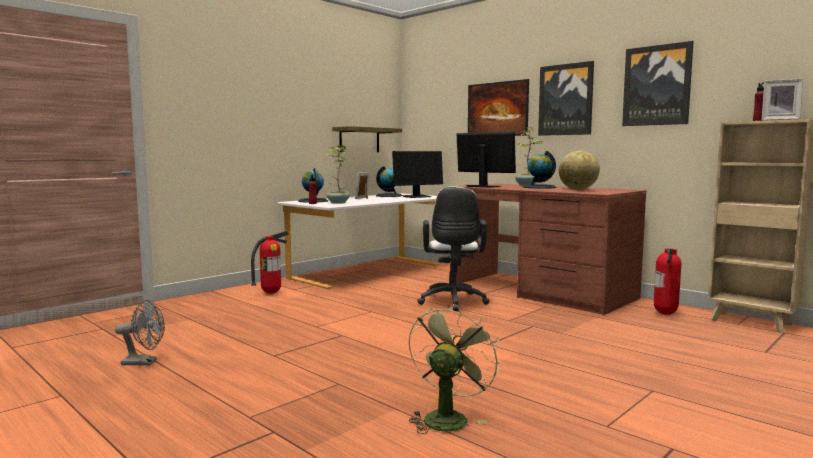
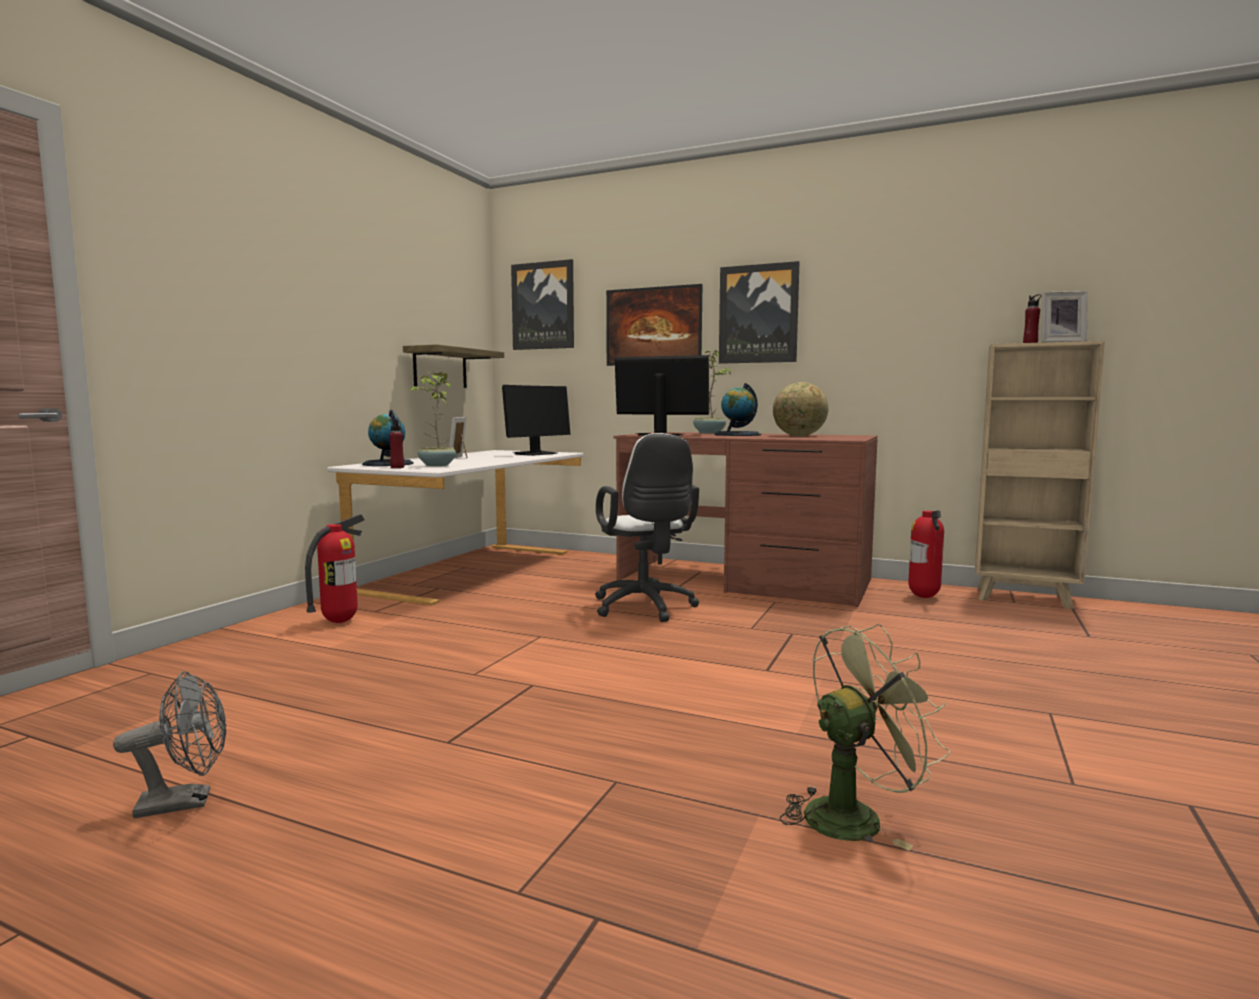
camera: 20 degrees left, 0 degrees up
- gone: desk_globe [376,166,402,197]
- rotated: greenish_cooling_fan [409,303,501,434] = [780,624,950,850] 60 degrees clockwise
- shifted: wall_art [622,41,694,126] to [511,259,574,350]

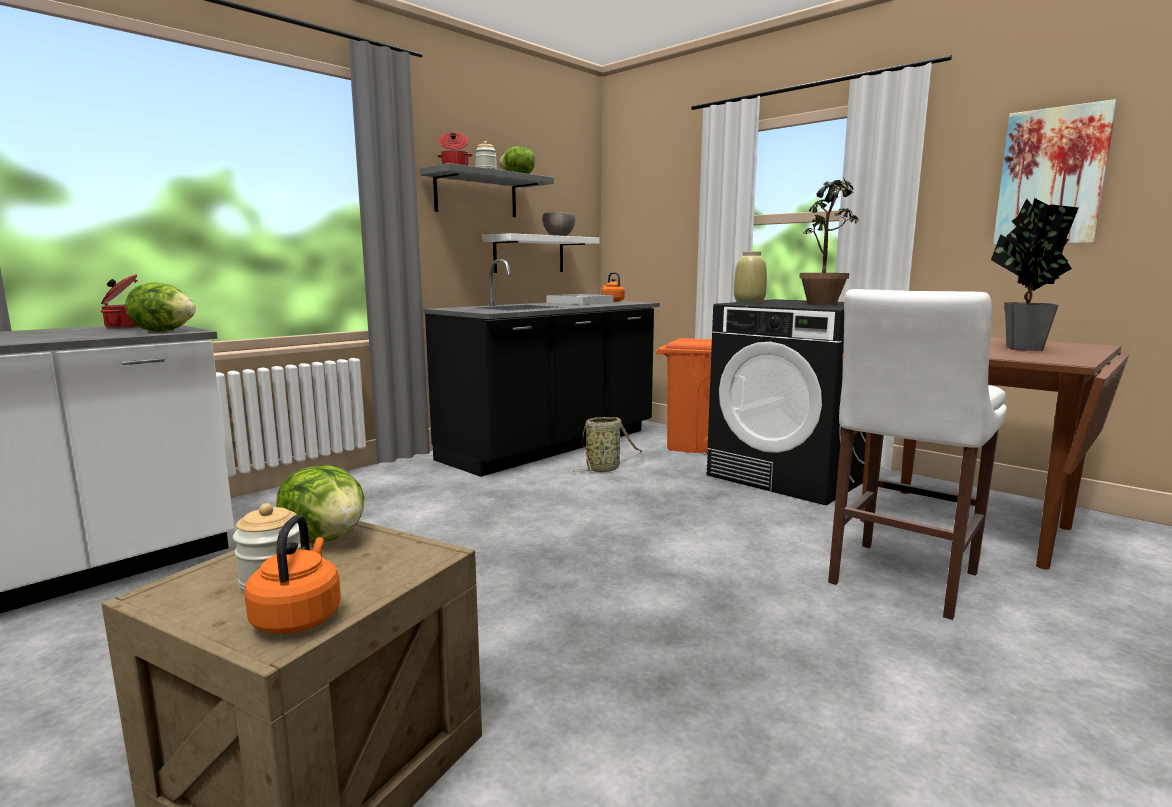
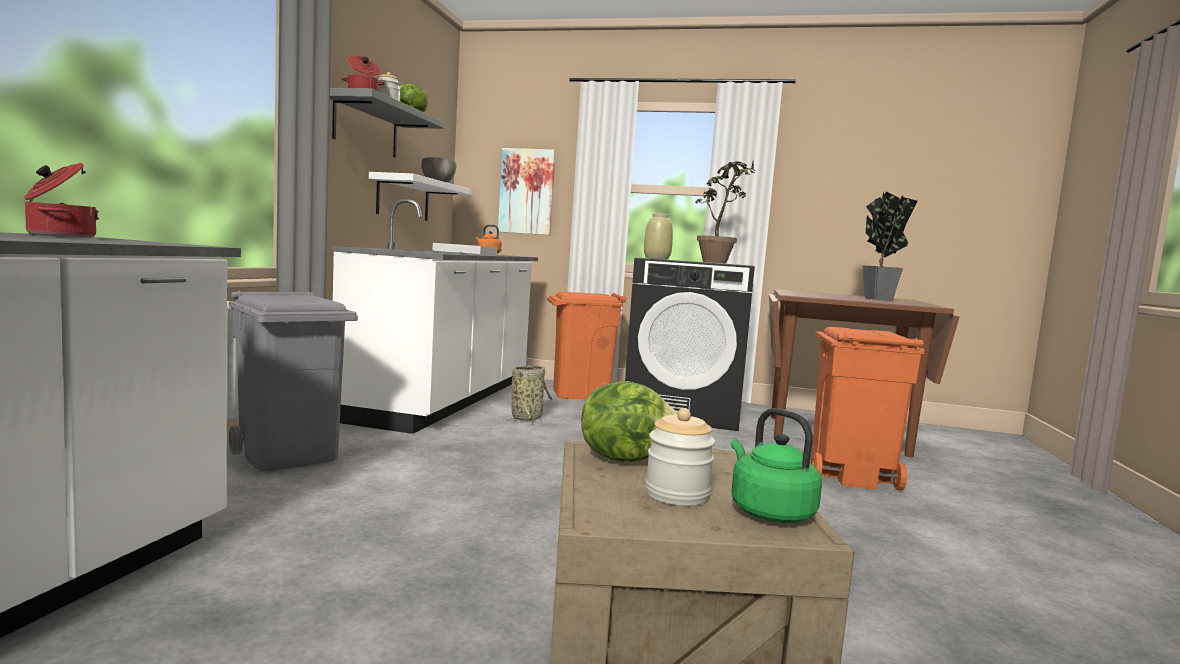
camera: 30 degrees left, 5 degrees down
- gone: lettuce [125,282,196,332]
- repainted: orange_kettle [244,515,341,634] to greenish_kettle [731,408,822,523]
- repainted: black_kitchen_counter [423,259,660,477] to white-coloured_kitchen_counter [333,199,538,434]
- swapped: white-coloured_stool_seat [828,289,1007,620] to orange_trash_can [811,327,925,490]
- shifted: wall_art [993,99,1117,245] to [498,148,556,235]
- new: gray_trash_can [229,291,358,471]

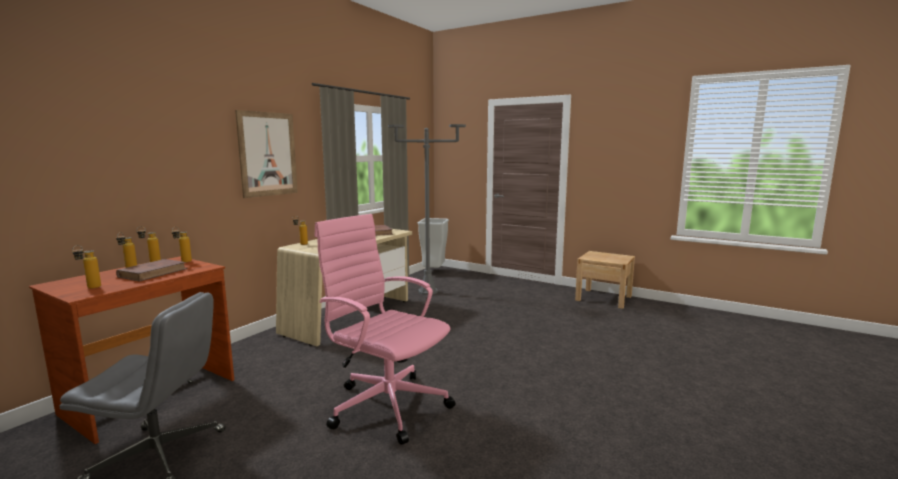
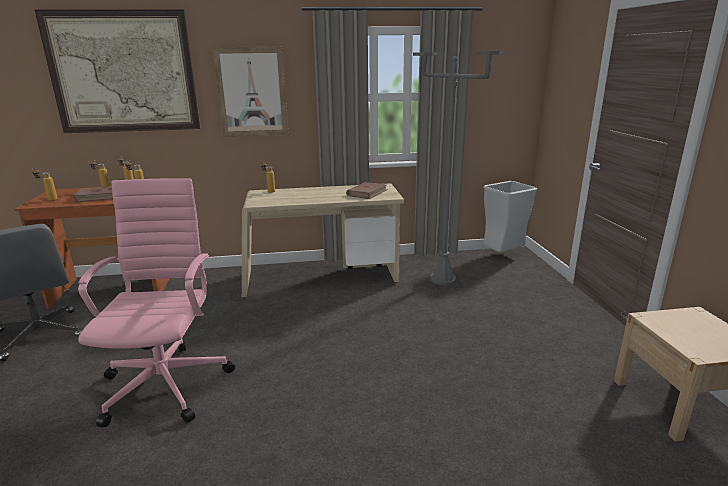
camera: 50 degrees right, 10 degrees up
- new: wall_art [35,10,201,133]

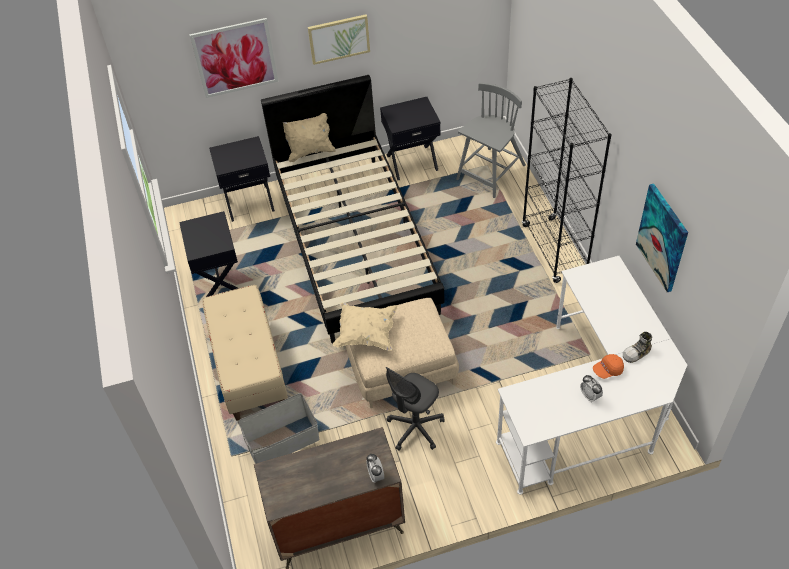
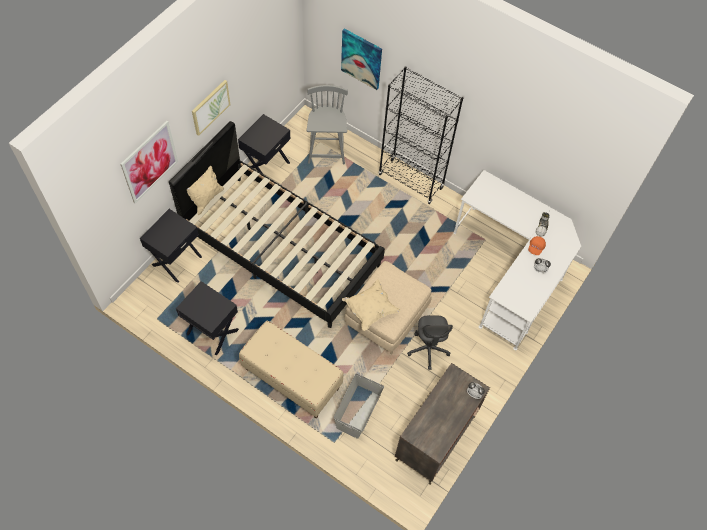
camera: 45 degrees left, 10 degrees up
- shifted: wall_art [636,184,688,292] to [341,28,382,90]

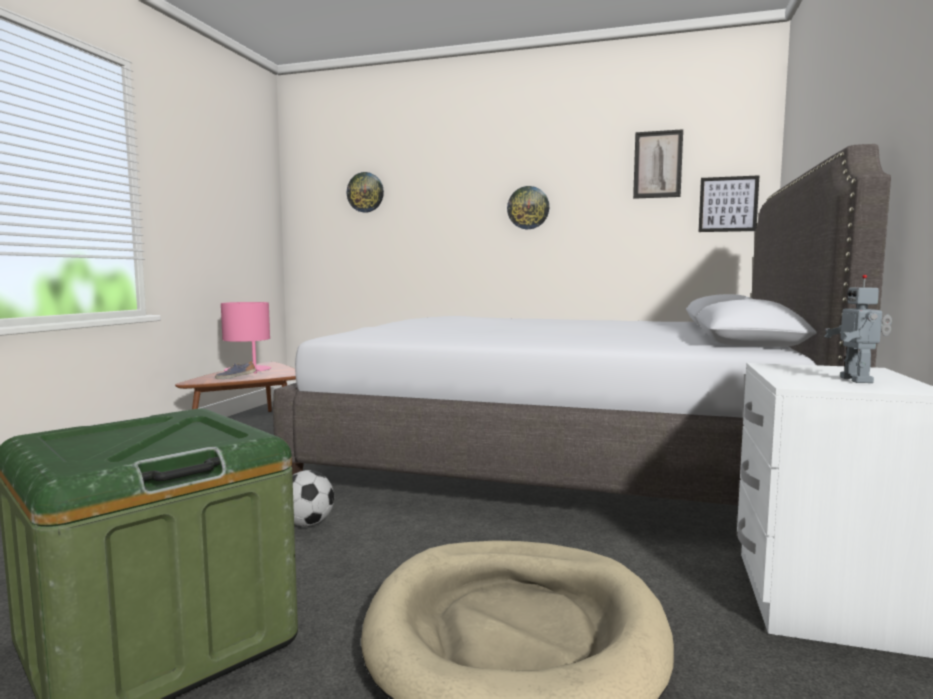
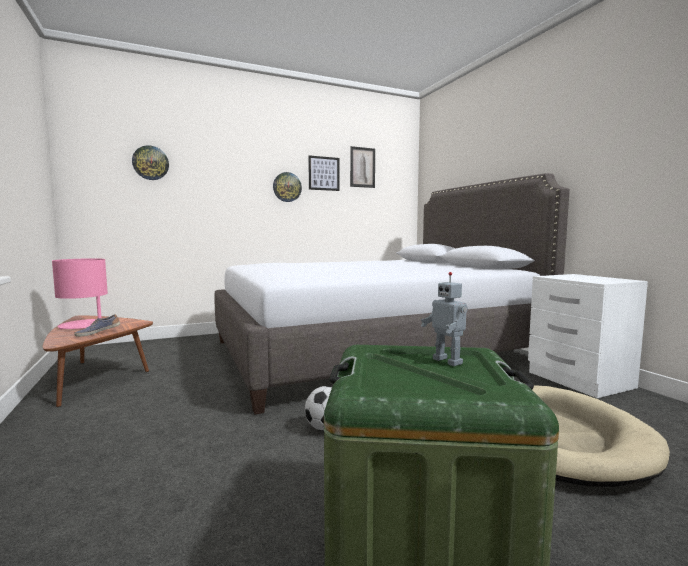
camera: 40 degrees left, 0 degrees up
- shifted: wall_art [699,175,760,232] to [308,155,340,191]
- shifted: model_robot [824,275,892,383] to [421,272,468,366]

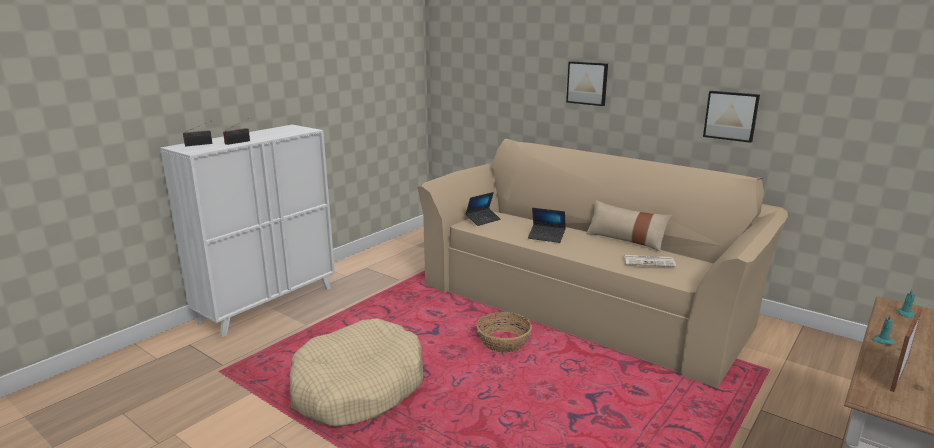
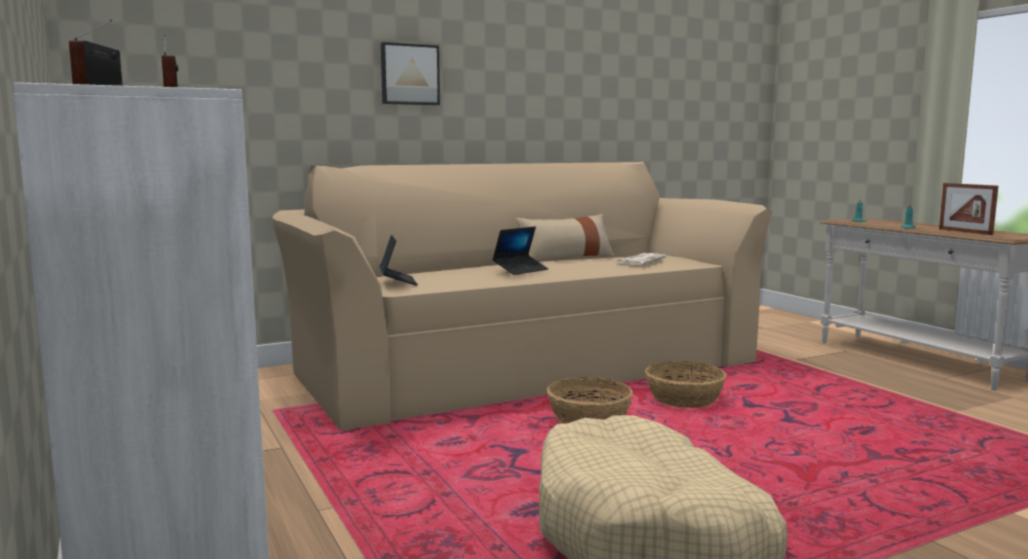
camera: 65 degrees left, 10 degrees down
- gone: wall_art [703,91,760,143]
- new: storage_basket [645,361,726,408]

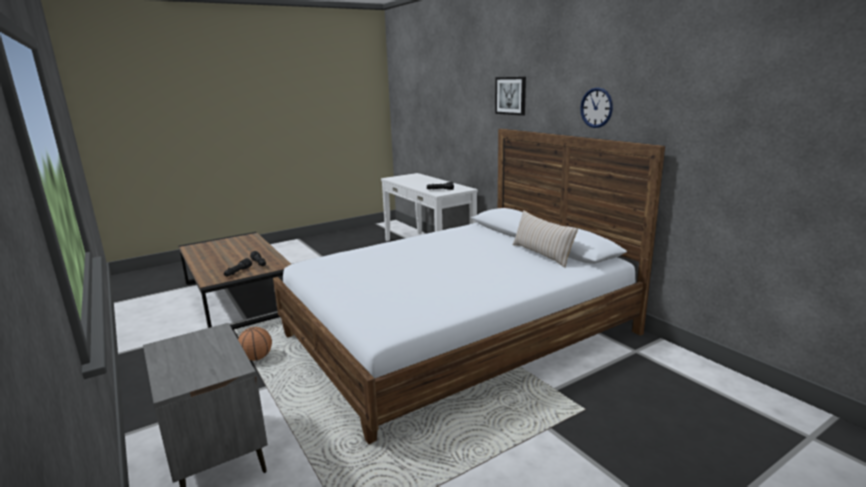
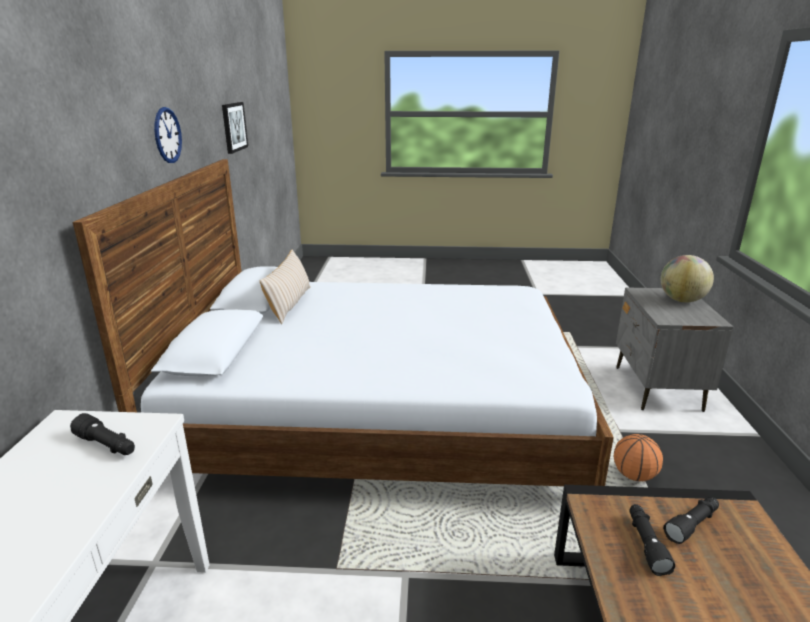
camera: 145 degrees left, 5 degrees up
- shifted: wall_art [495,77,526,116] to [222,102,248,154]
- new: desk_globe [661,255,714,302]

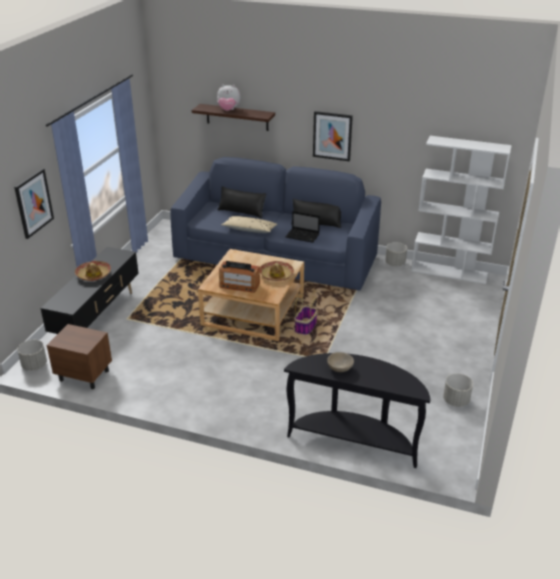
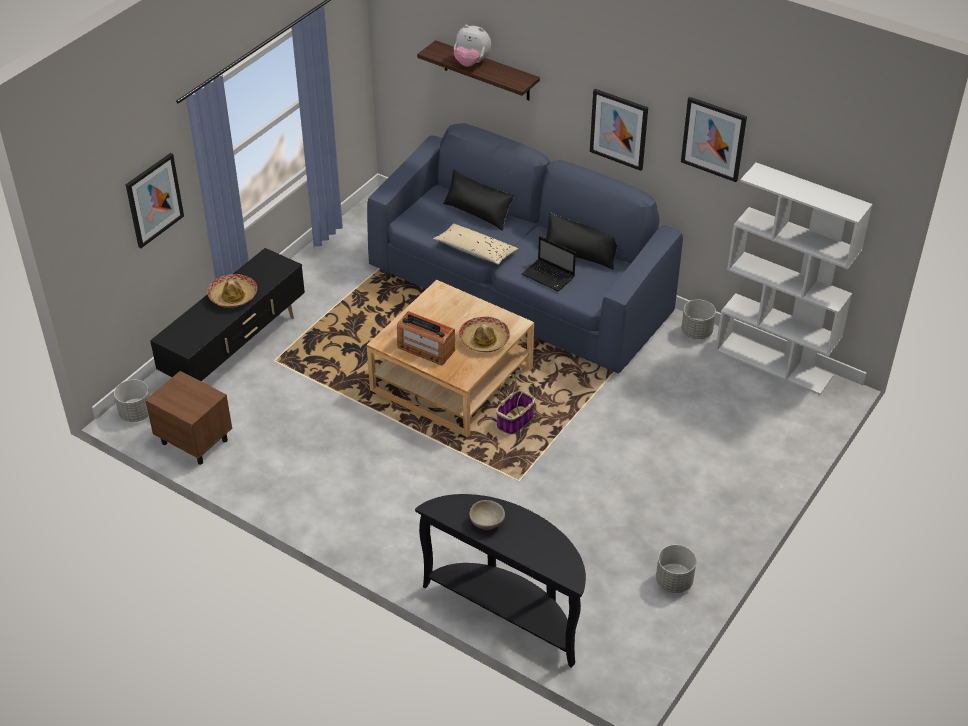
camera: 15 degrees right, 10 degrees up
- new: wall_art [681,97,747,182]

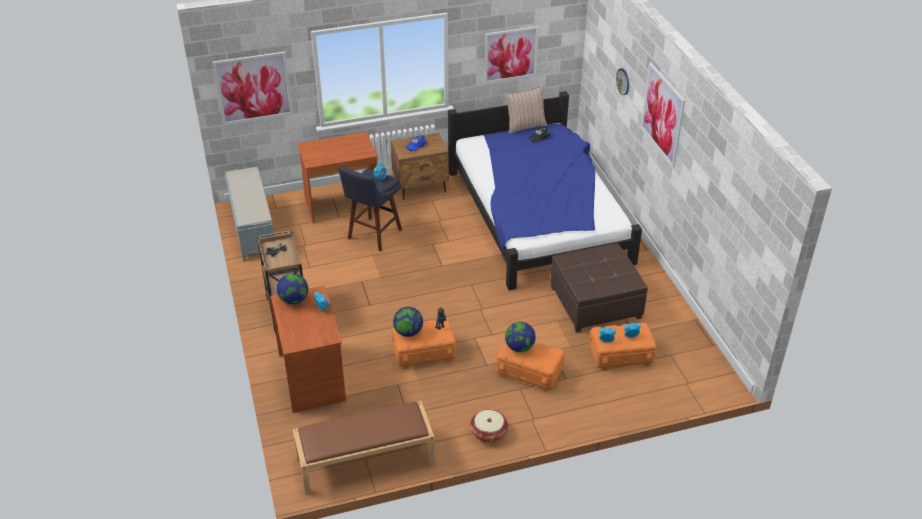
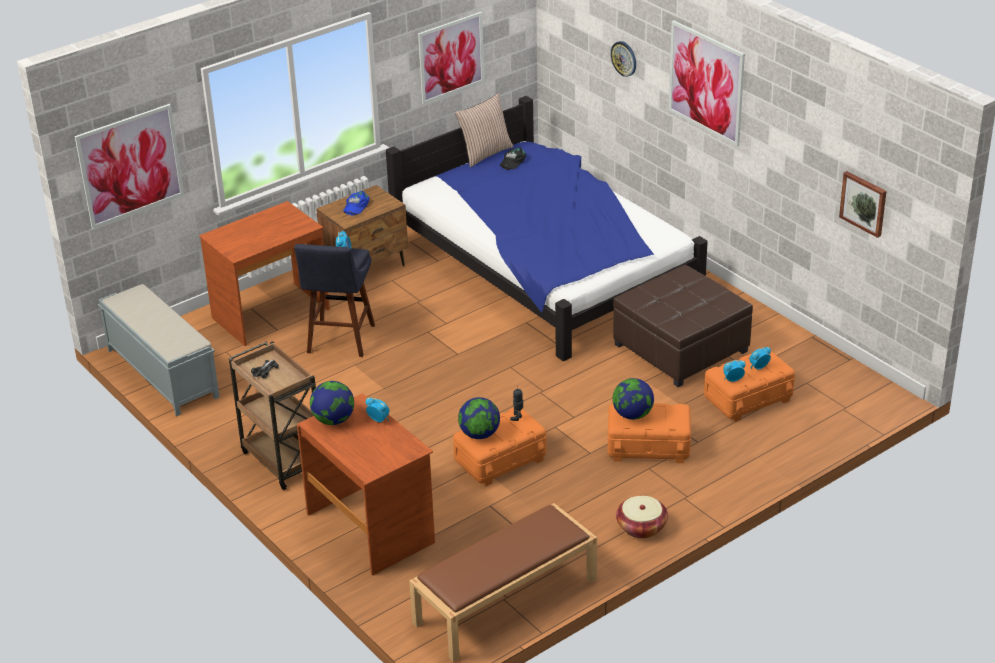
camera: 20 degrees left, 5 degrees down
- new: wall_art [839,171,886,238]

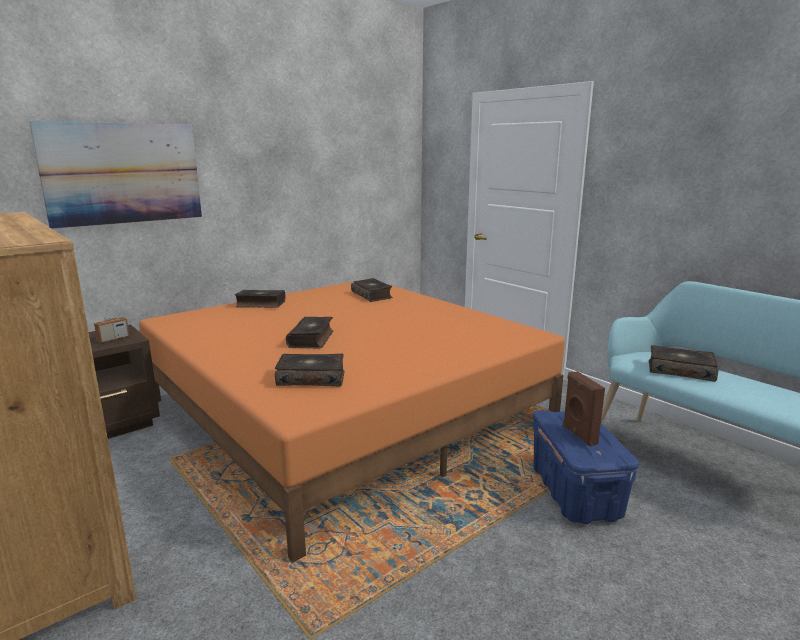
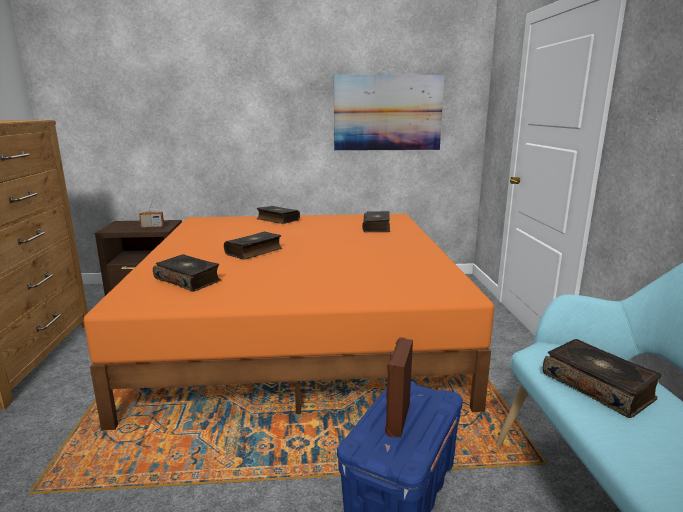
camera: 35 degrees right, 0 degrees up
- shifted: wall_art [29,121,202,229] to [334,74,444,151]

